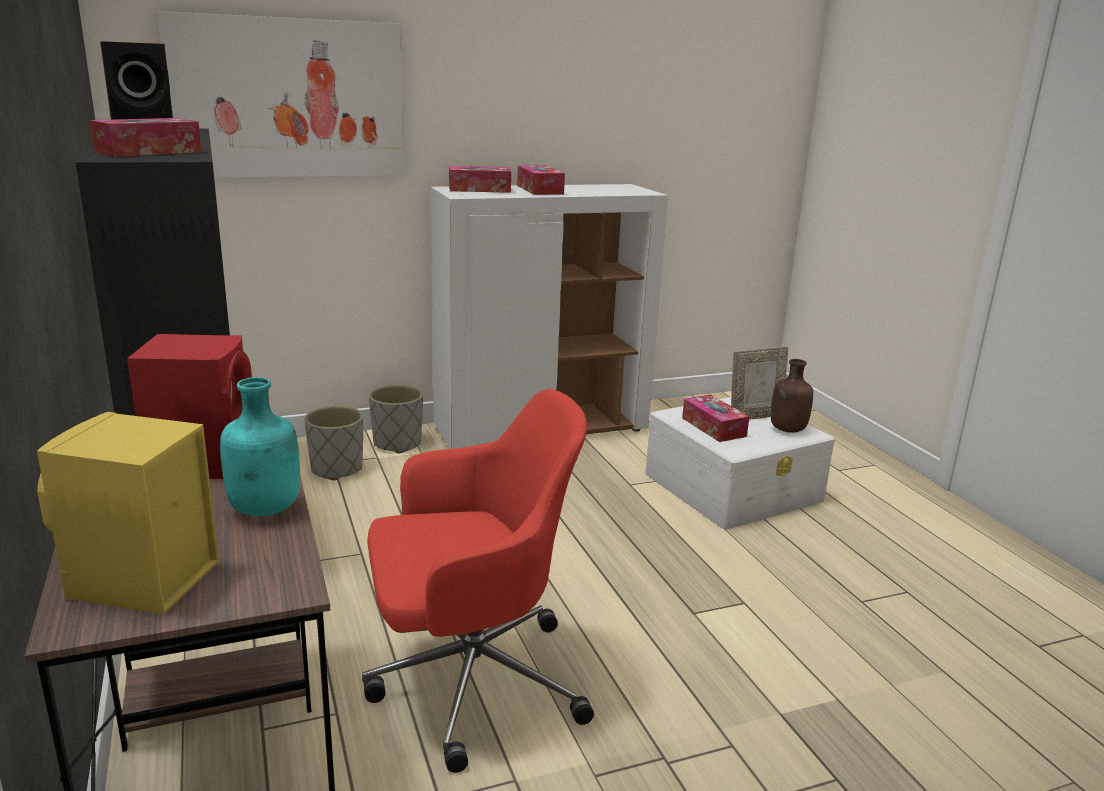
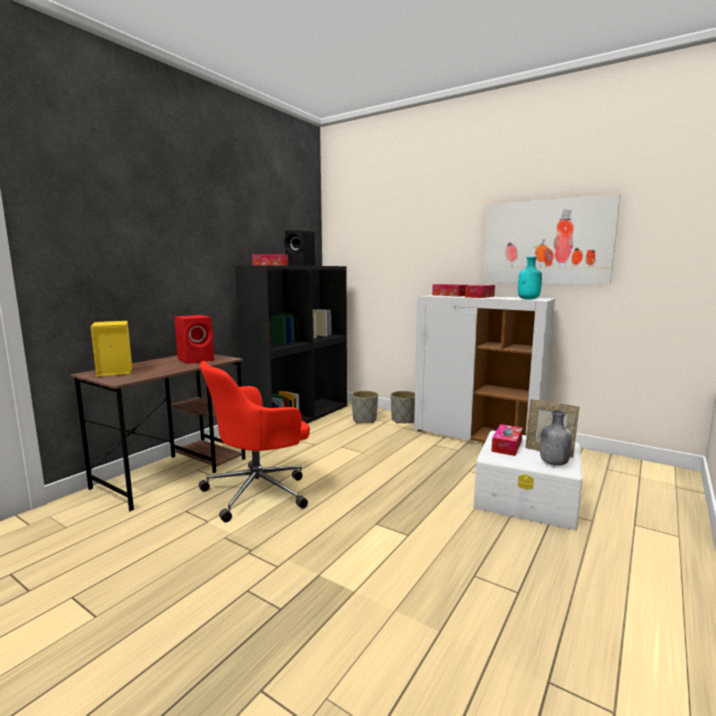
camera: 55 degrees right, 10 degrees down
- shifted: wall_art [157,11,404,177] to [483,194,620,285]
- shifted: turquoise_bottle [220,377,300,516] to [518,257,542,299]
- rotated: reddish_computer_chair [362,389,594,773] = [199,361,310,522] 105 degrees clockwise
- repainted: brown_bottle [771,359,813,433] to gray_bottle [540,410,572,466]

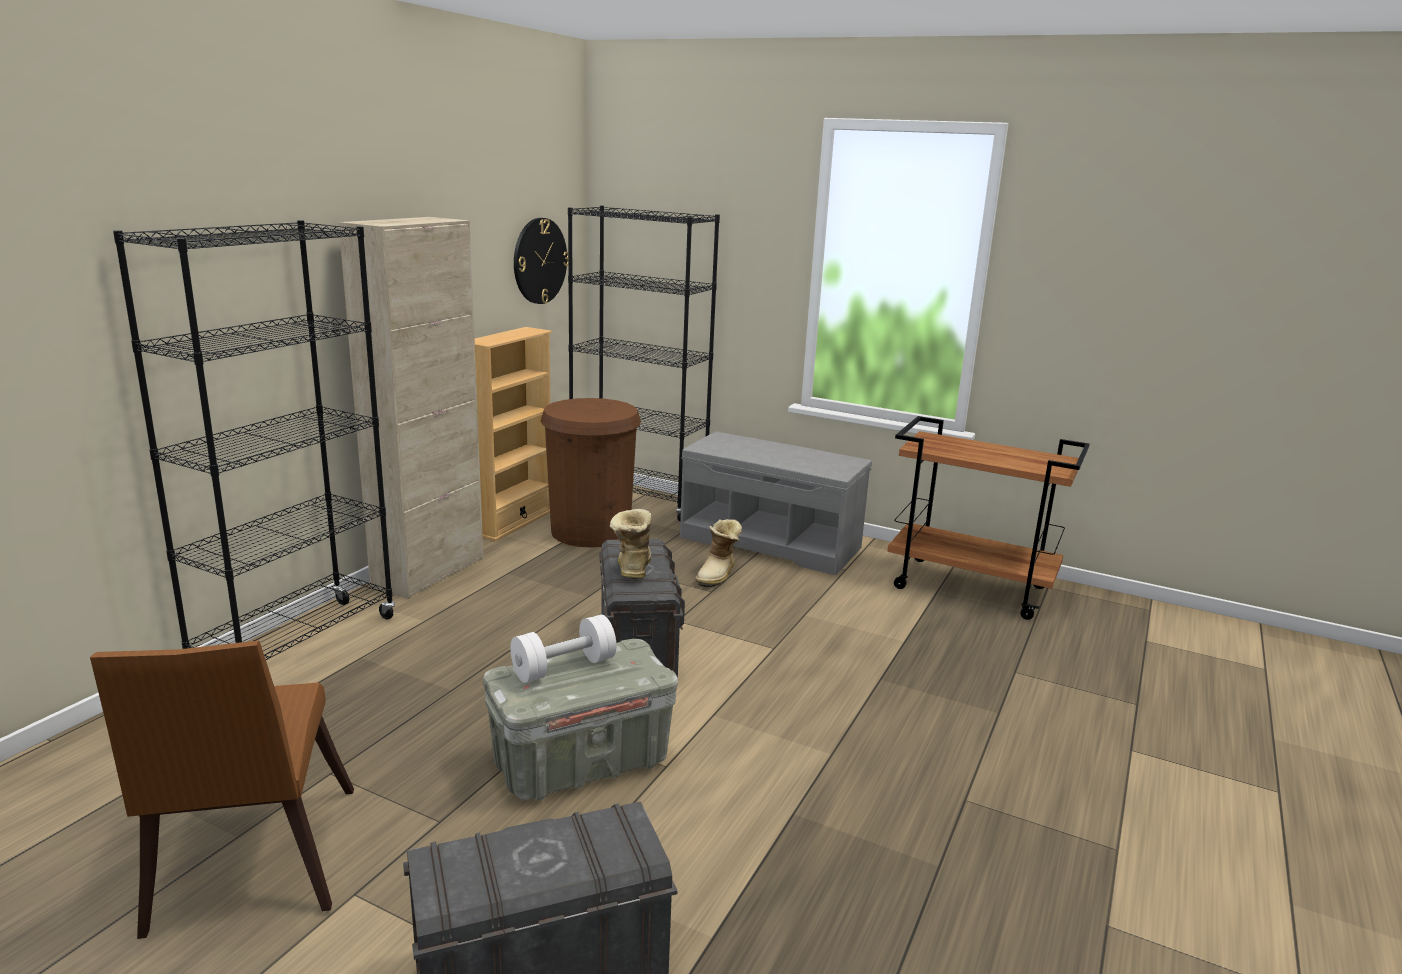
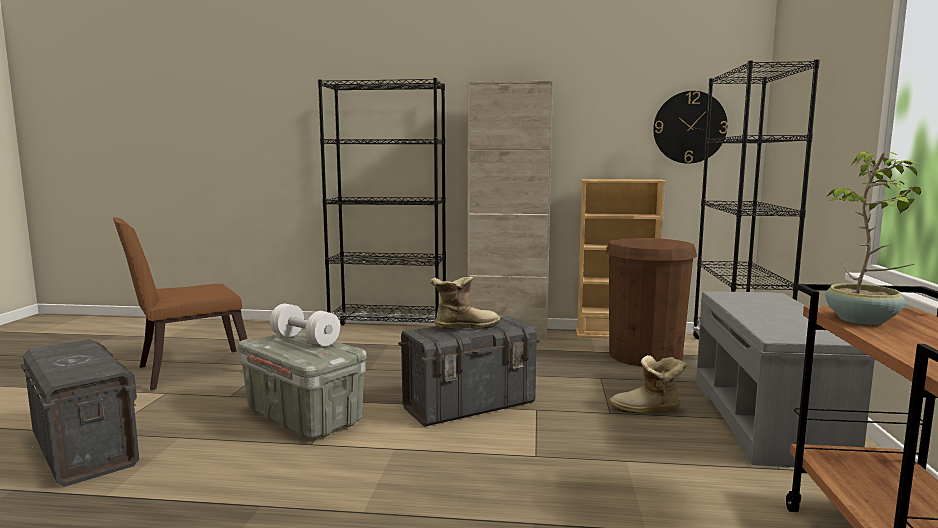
camera: 70 degrees right, 10 degrees down
- new: potted_plant [825,152,921,325]

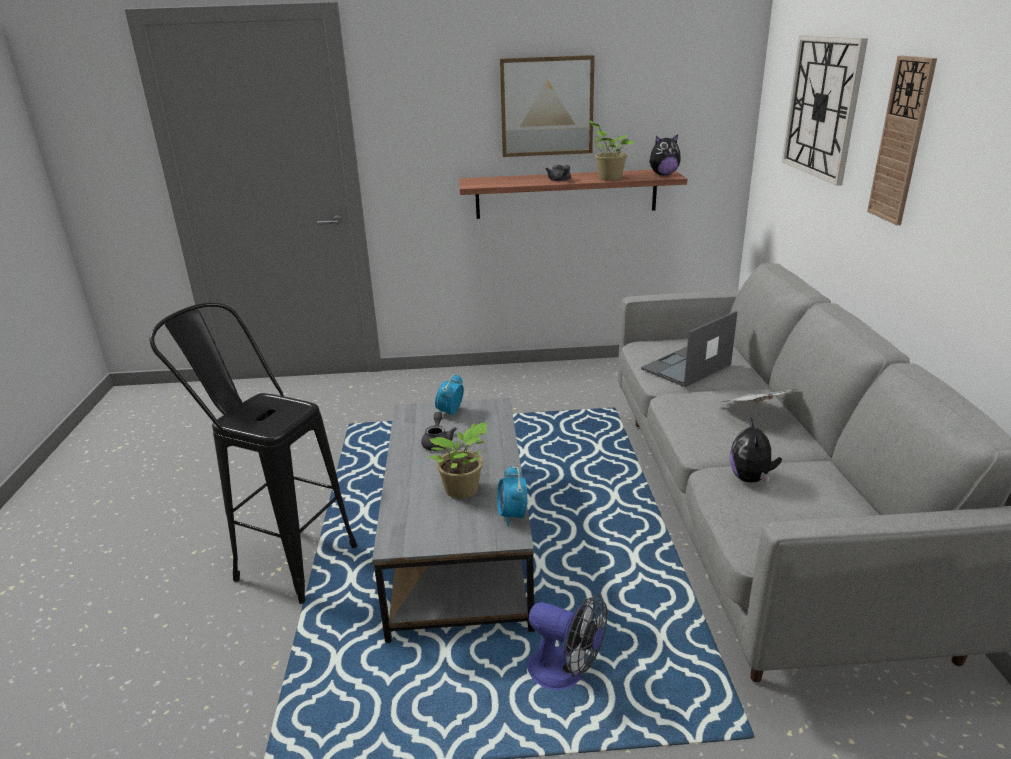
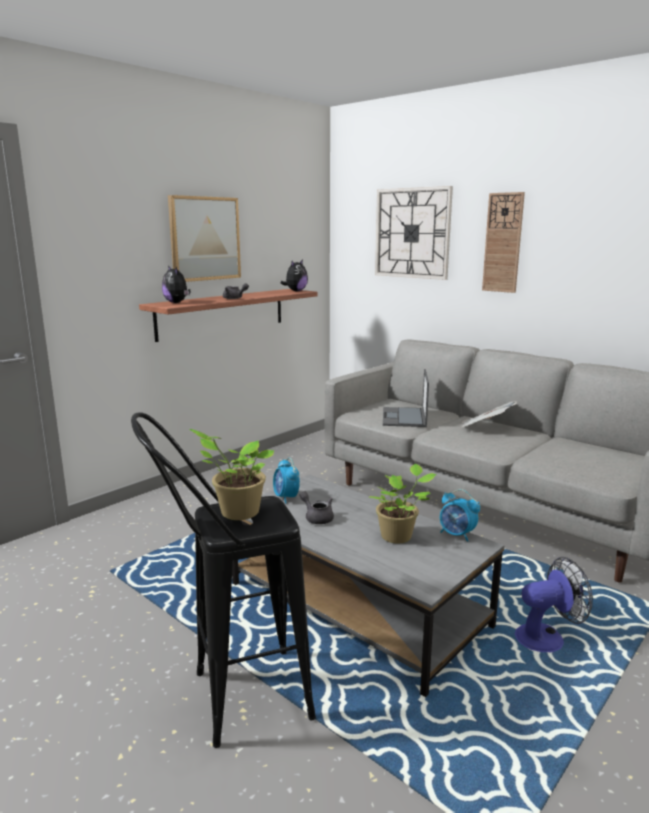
camera: 45 degrees left, 10 degrees down
- shifted: potted_plant [589,120,636,180] to [189,429,274,520]
- shifted: cuddly_toy [730,418,782,483] to [162,266,191,303]

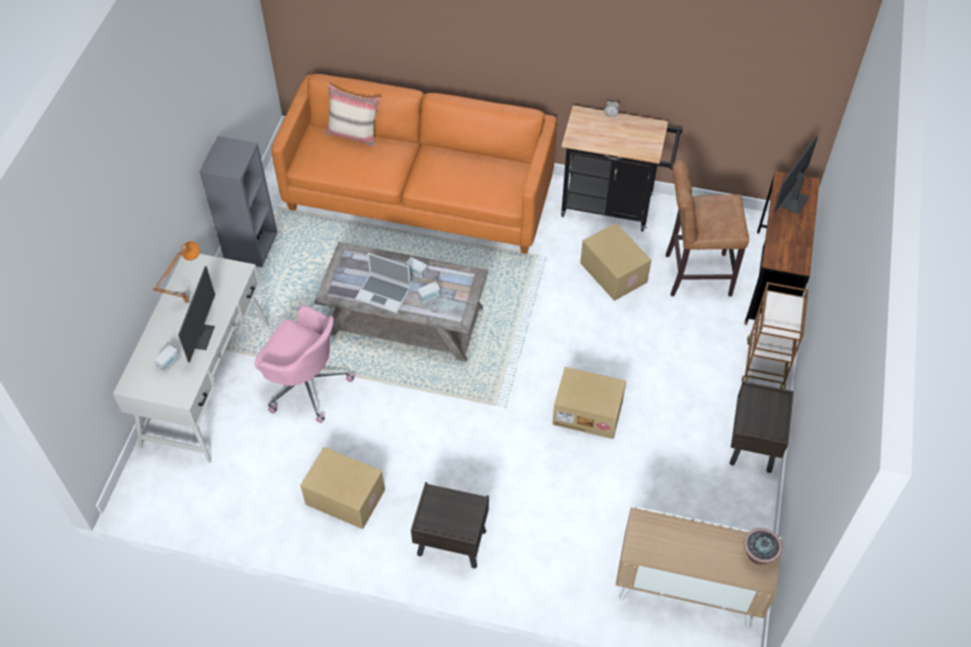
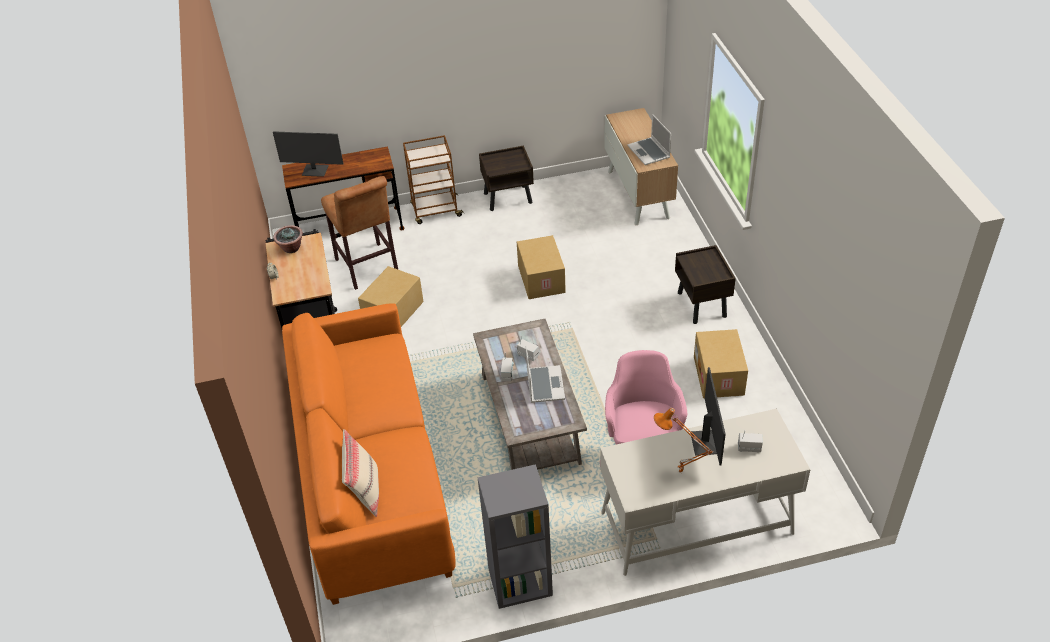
camera: 115 degrees left, 10 degrees down
- rotated: computer_screen [178,266,215,362] = [691,367,726,466] 105 degrees clockwise
- shifted: potted_plant [744,528,782,565] to [273,225,303,253]
- new: portable_computer [627,114,671,165]

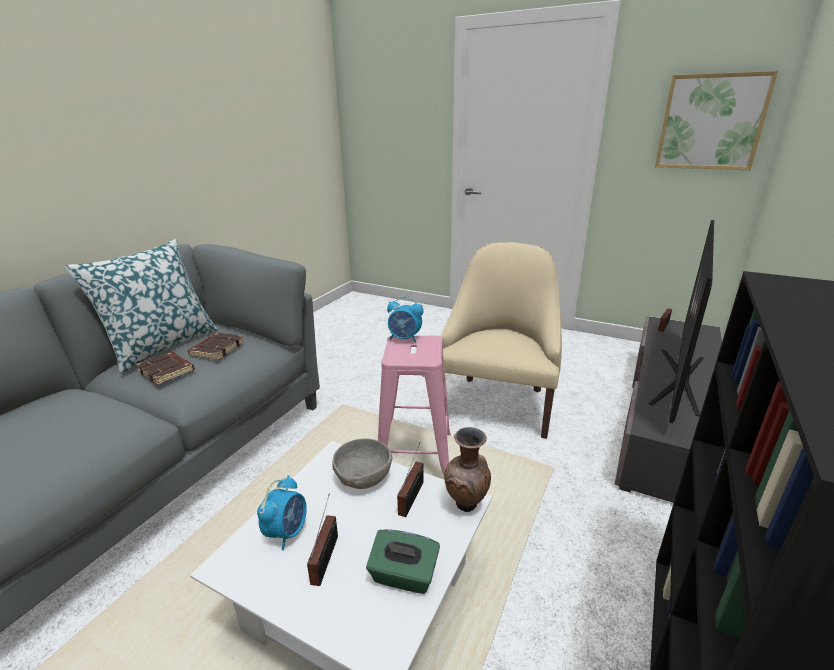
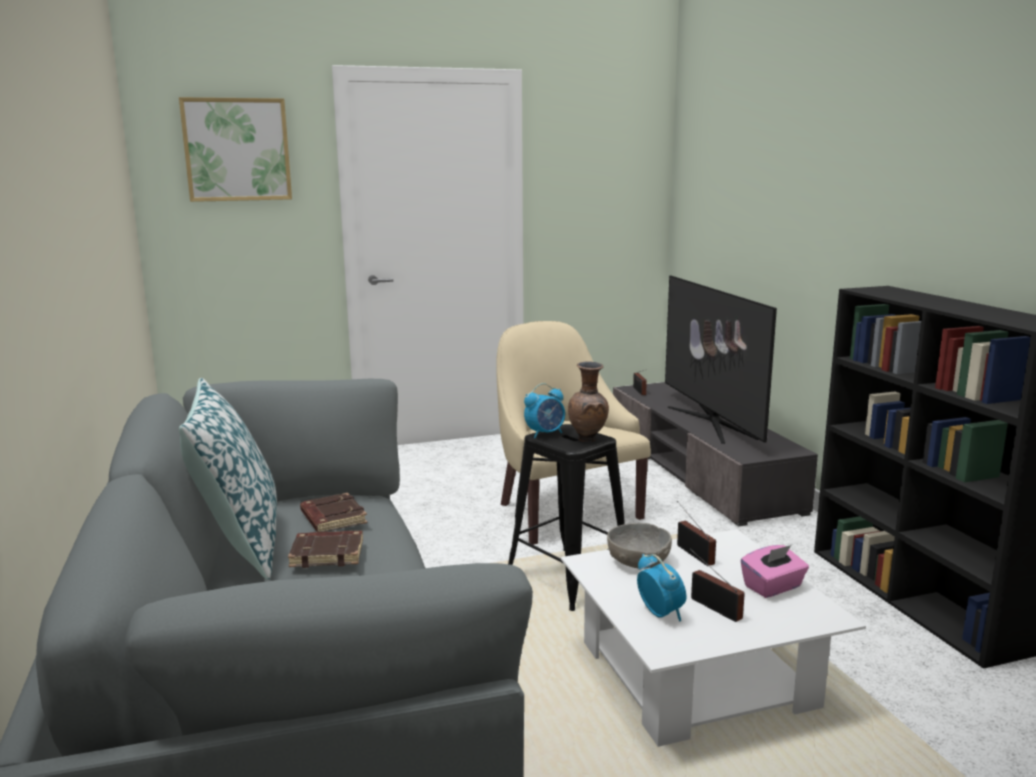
camera: 45 degrees left, 10 degrees down
- repainted: greenish_box_of_tissues [366,529,440,594] to pinkish_box_of_tissues [741,545,809,598]
- repainted: pinkish_stool_seat [378,336,451,475] to black_stool_seat [508,424,625,611]
- shifted: brown_vase [444,427,491,512] to [568,361,609,442]
- shifted: wall_art [655,71,778,170] to [179,97,292,202]

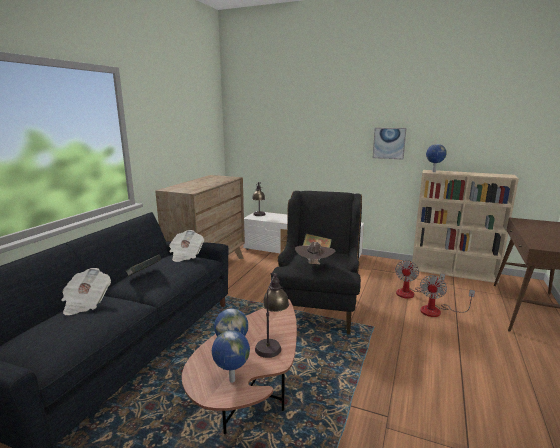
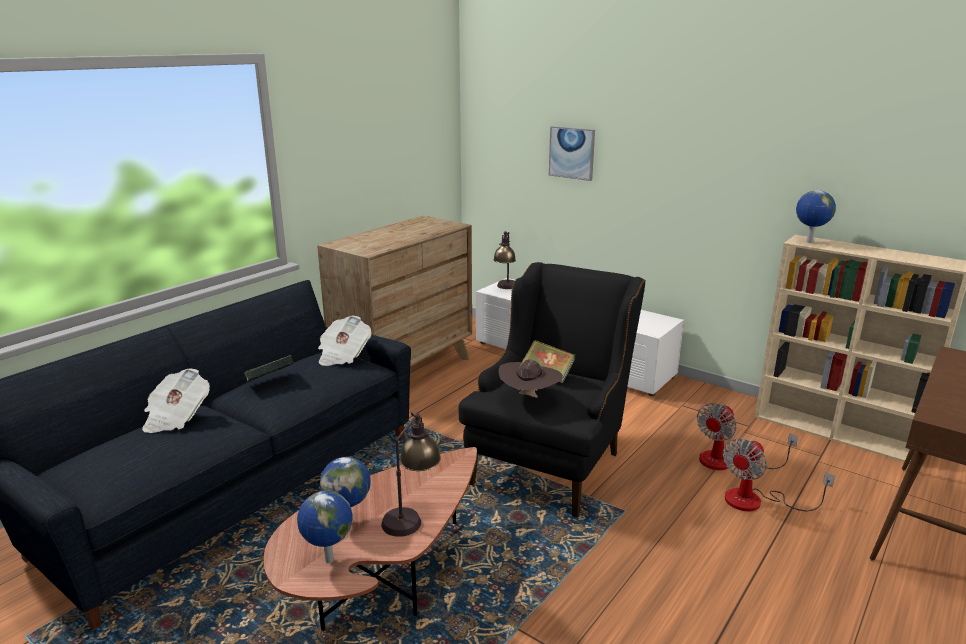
camera: 15 degrees right, 5 degrees up
- shifted: wall_art [373,128,407,160] to [549,126,595,181]

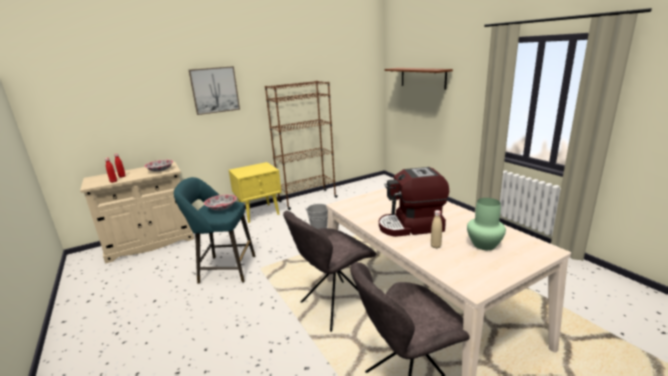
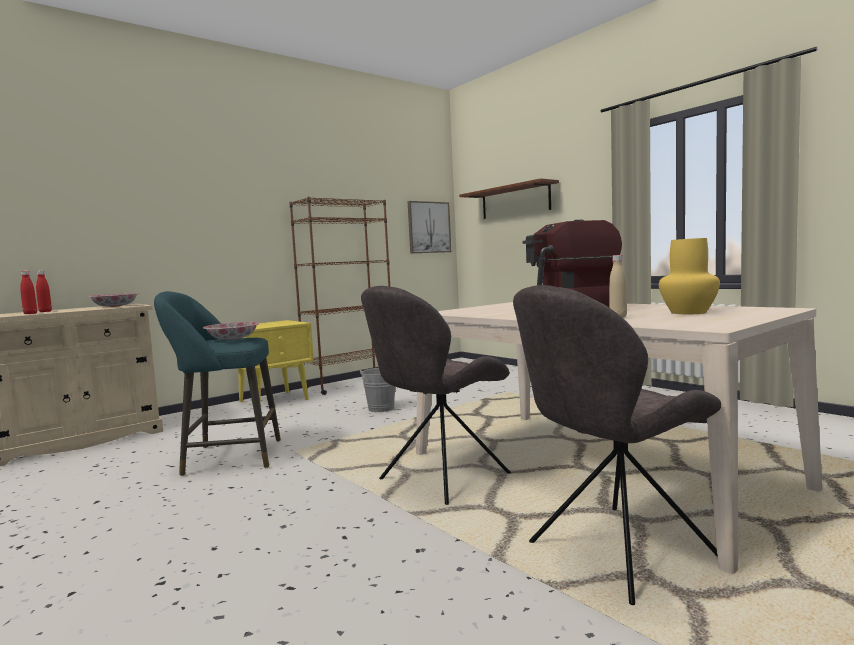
camera: 10 degrees left, 15 degrees down
- shifted: wall_art [189,66,240,115] to [408,201,451,253]
- repainted: greenish_vase [467,198,506,250] to yellowish_vase [659,238,720,314]

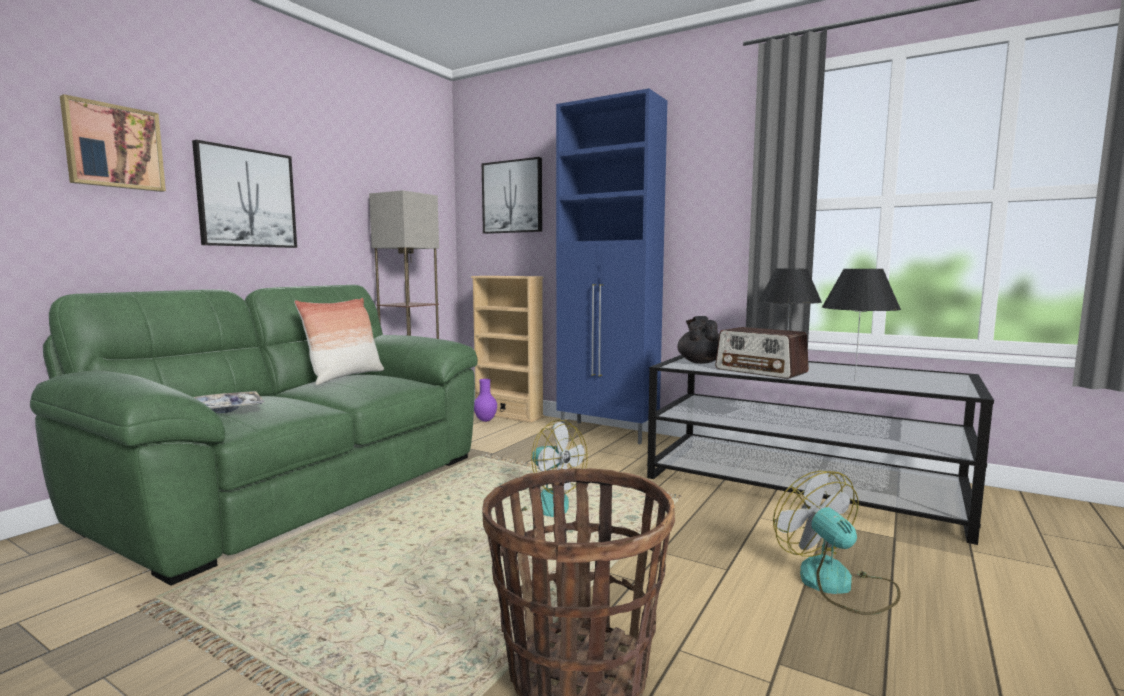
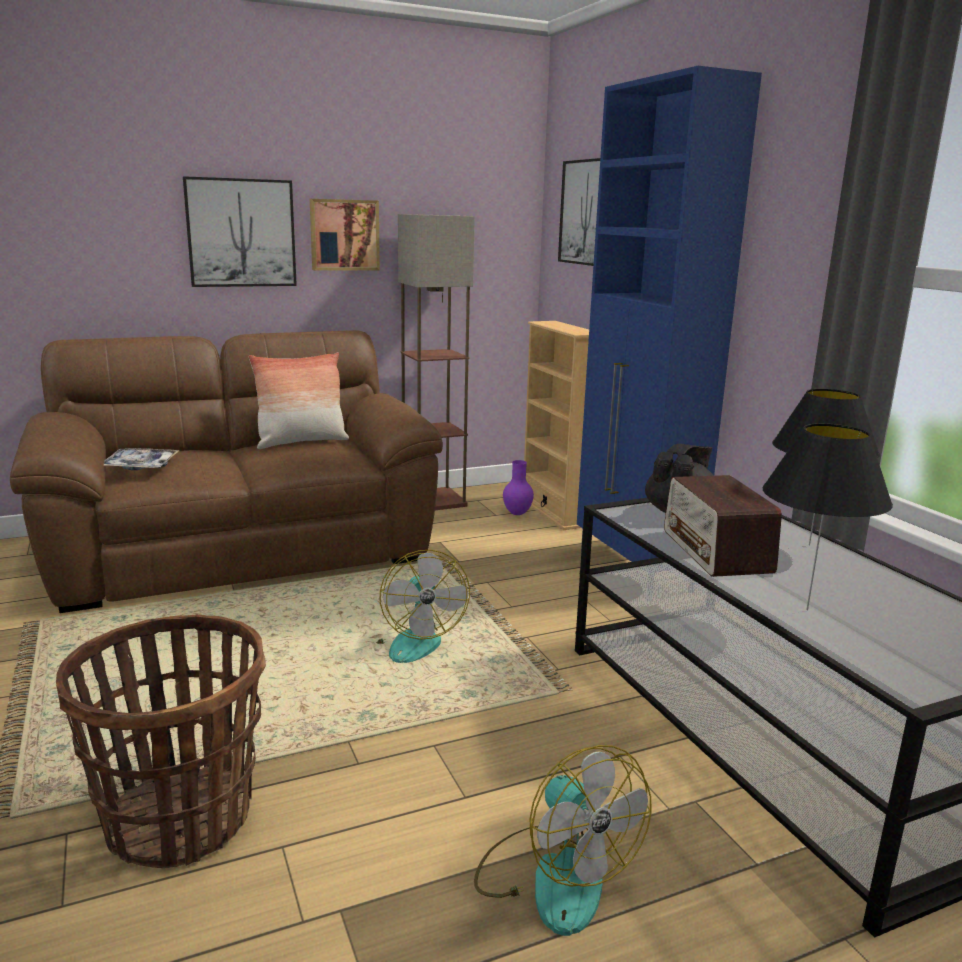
camera: 35 degrees right, 10 degrees up
- repainted: greenish_sofa [30,285,478,586] to brown_sofa [10,330,443,613]
- shifted: wall_art [60,94,166,192] to [310,199,380,271]
- rotated: cooling_fan [773,471,901,615] = [474,745,652,936] 135 degrees clockwise

